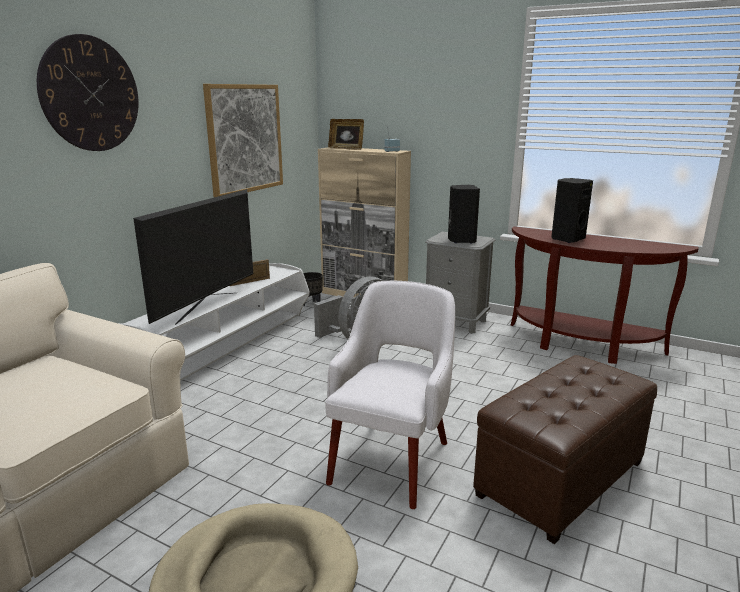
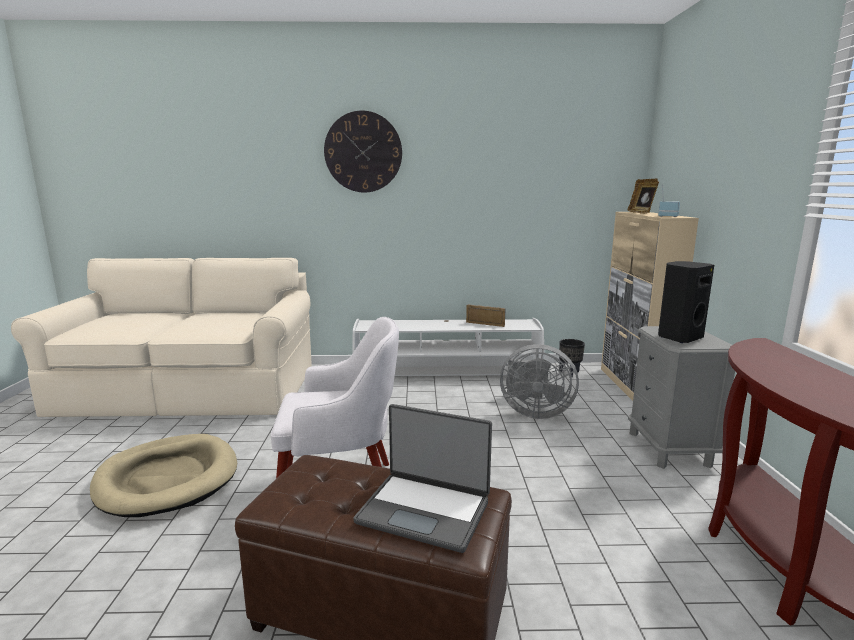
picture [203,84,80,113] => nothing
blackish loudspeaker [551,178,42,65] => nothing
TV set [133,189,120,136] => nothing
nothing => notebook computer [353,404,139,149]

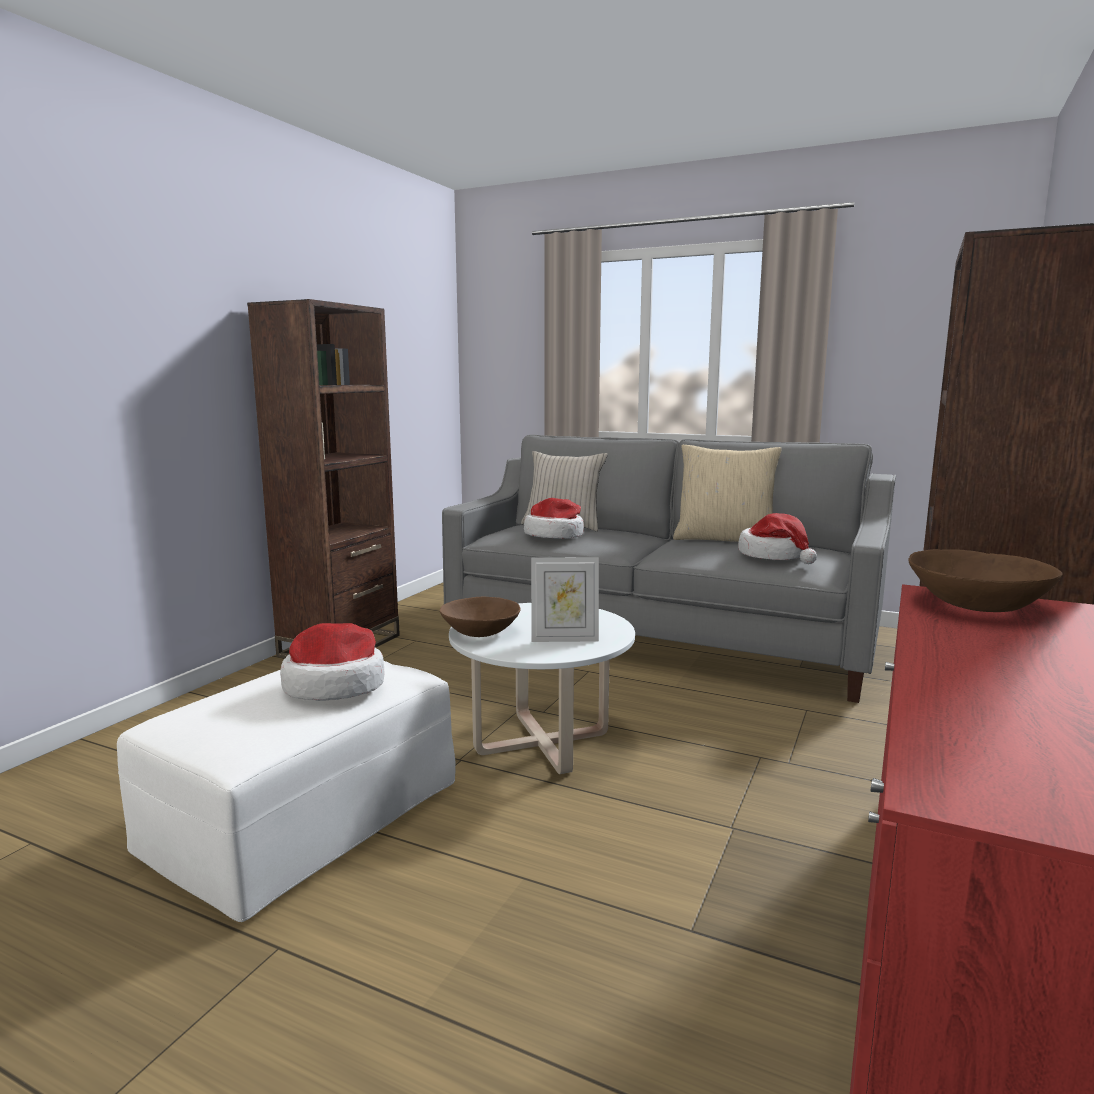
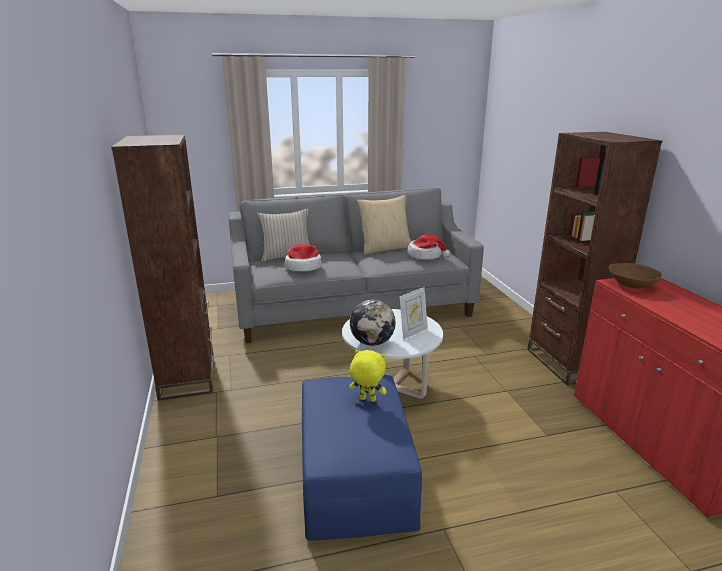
brownish serving bowl [440,597,81,40] => desk globe [350,300,45,46]
hat [280,623,104,78] => yellow cuddly toy [349,350,38,52]
white pouffe [117,660,338,262] => blue pouffe [302,375,120,166]

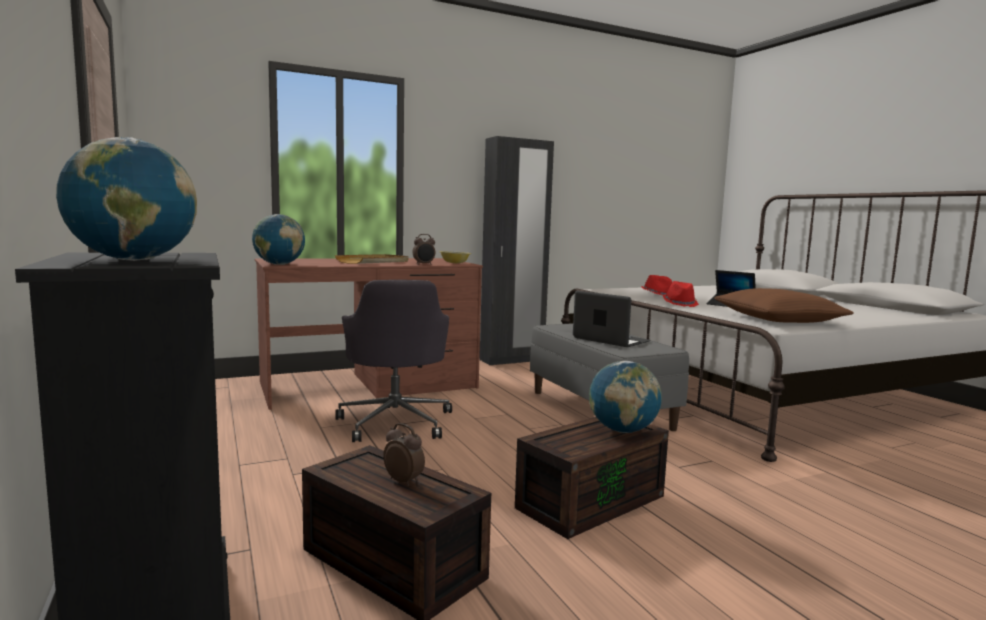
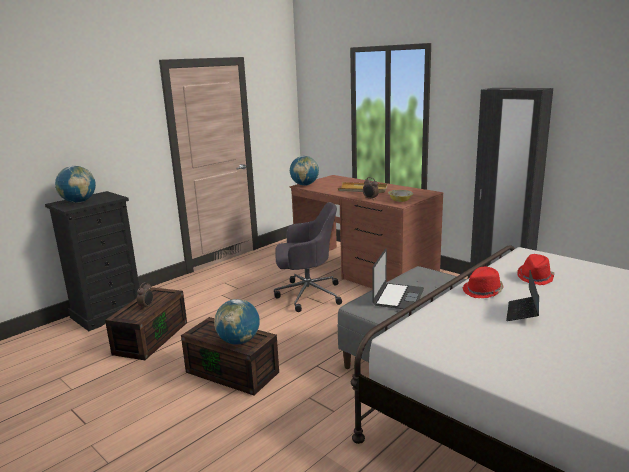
grey office chair [336,280,116,162] => grey office chair [274,202,68,110], 150 degrees counterclockwise
brownish throw pillow [714,288,140,35] => nothing

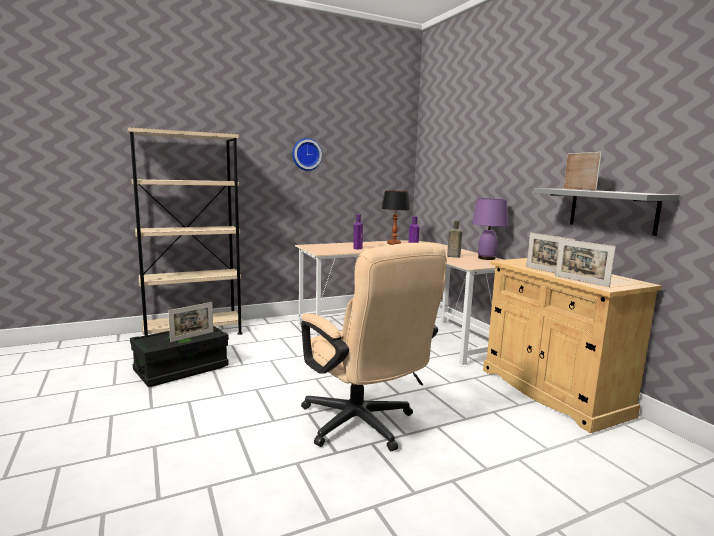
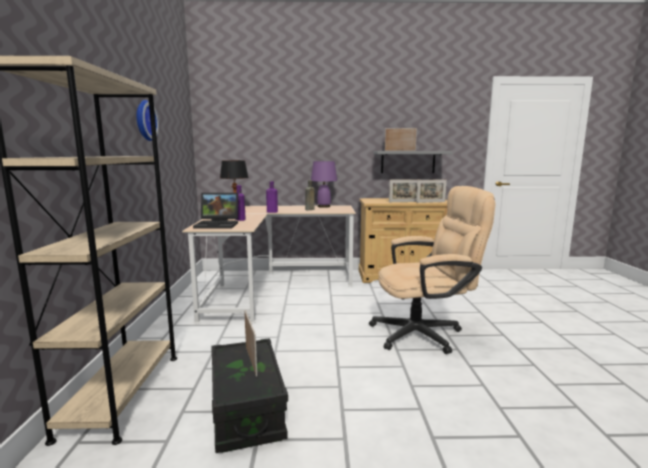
nothing => notebook computer [193,193,45,35]

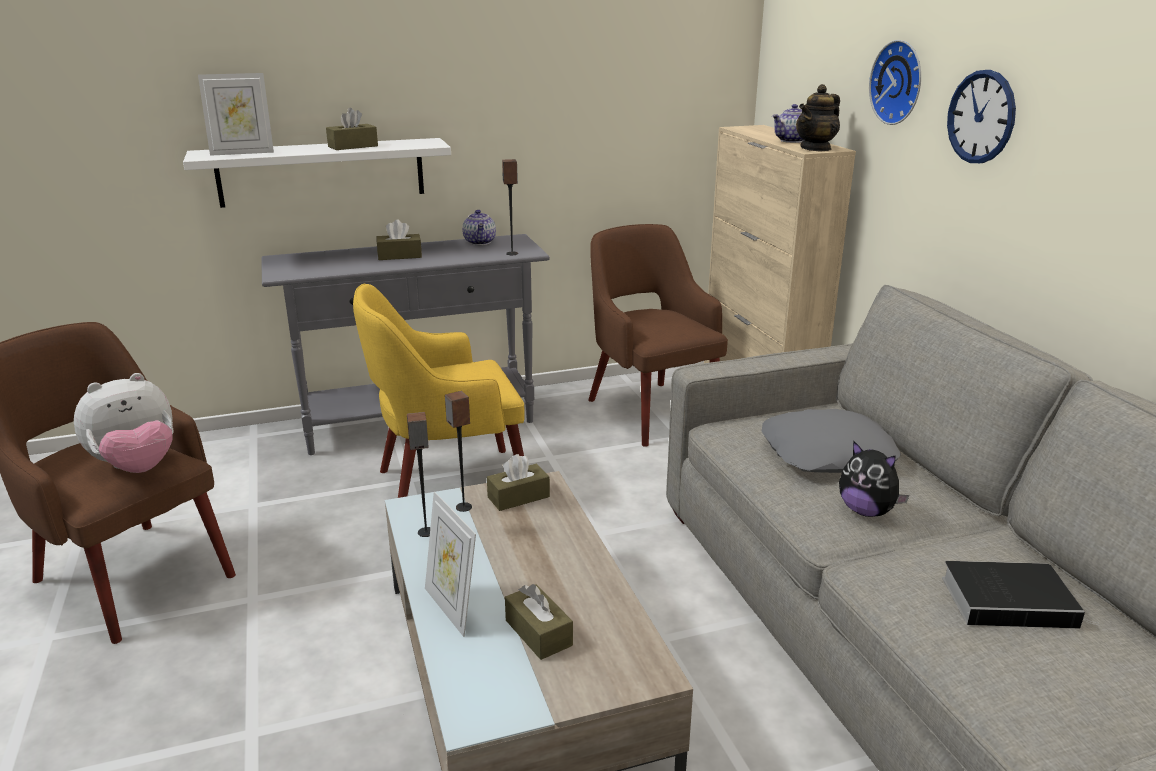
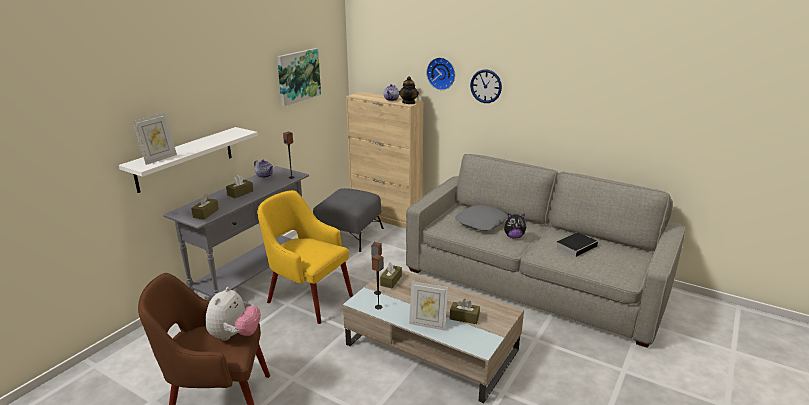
brownish box of tissues [326,108,52,42] => brownish box of tissues [191,194,28,25], shifted
brownish lounge chair [588,224,140,223] => grey pouffe [313,188,71,64]
yellow lounge chair [353,284,172,214] => yellow lounge chair [257,190,96,134], 90 degrees clockwise
nothing => picture [277,48,44,58]

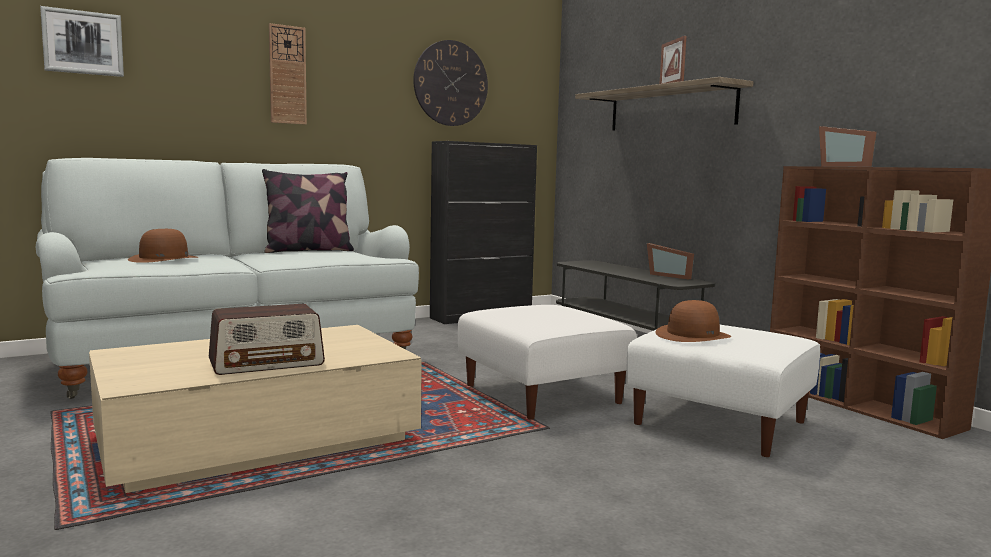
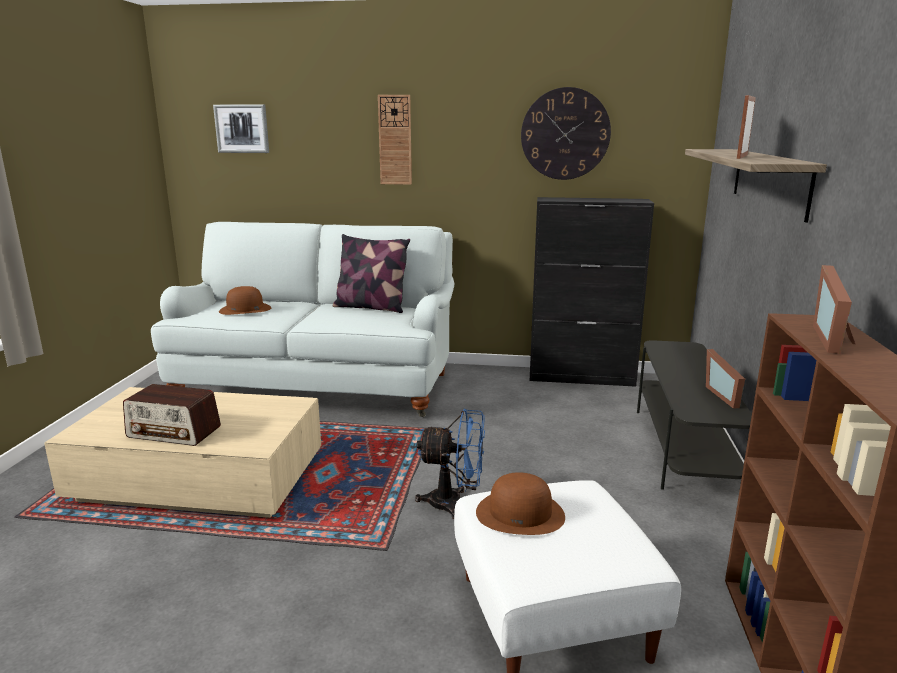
white pouffe [458,305,179,115] => blue electric fan [415,409,70,110]

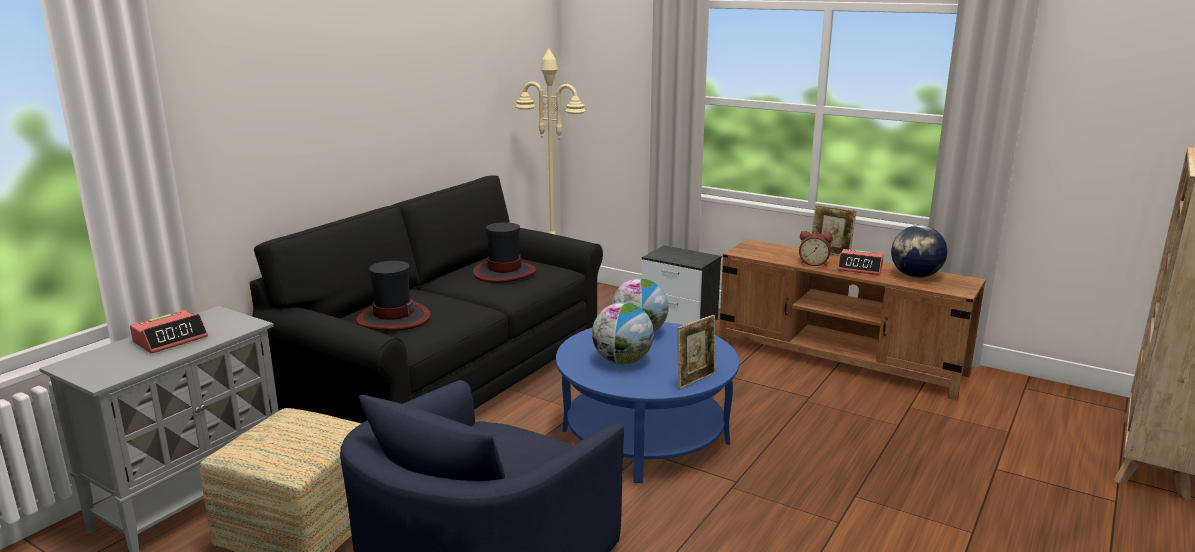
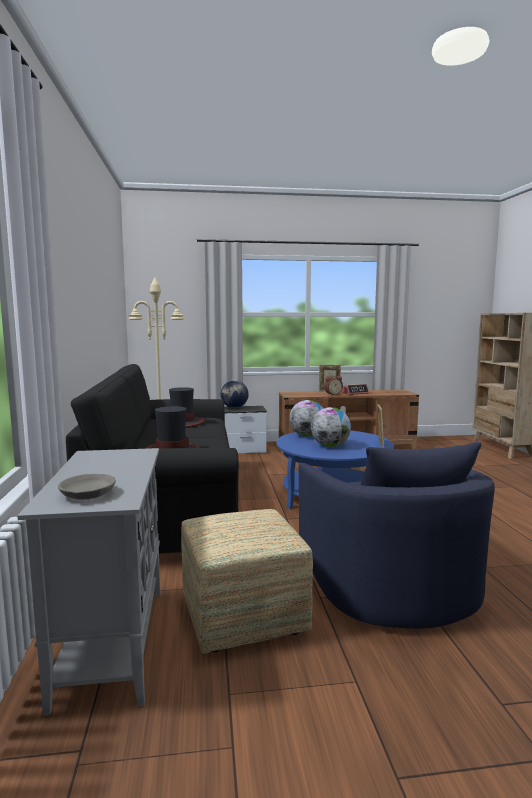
desk globe [891,225,56,53] => desk globe [221,380,28,28], shifted
table clock [130,310,78,44] => nothing
nothing => grey serving bowl [58,474,58,26]

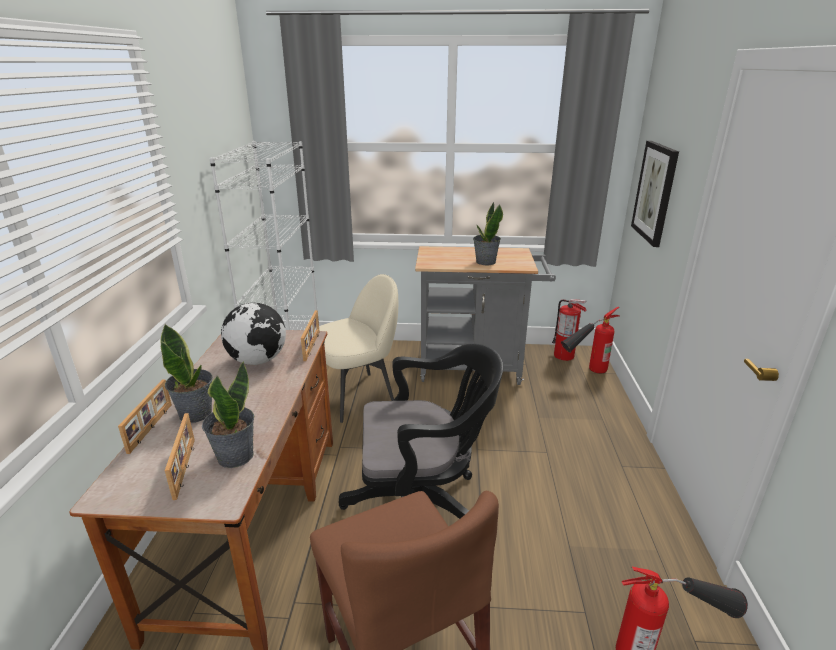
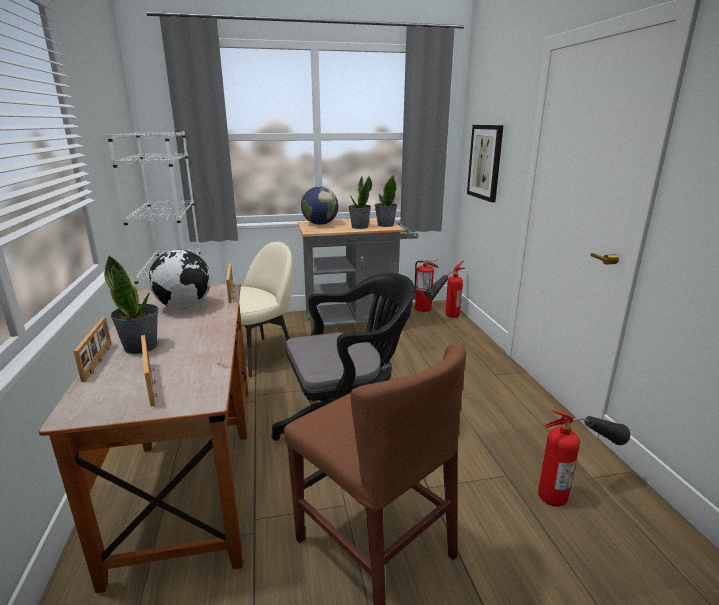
potted plant [202,361,52,107] => potted plant [375,175,22,52], shifted
nothing => desk globe [301,186,37,39]

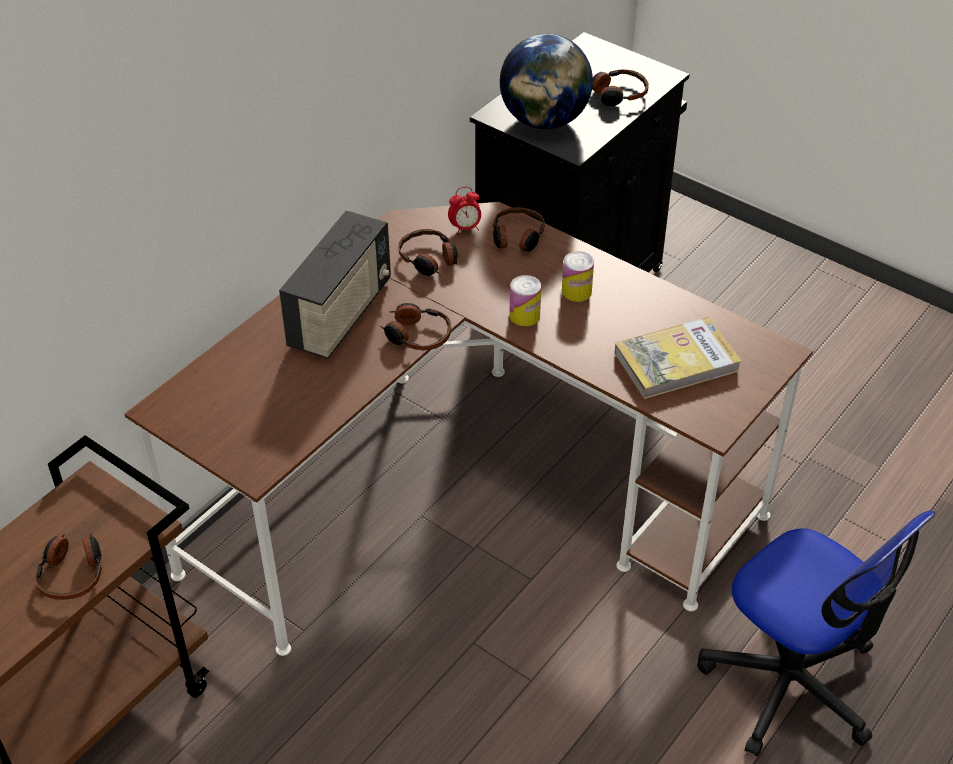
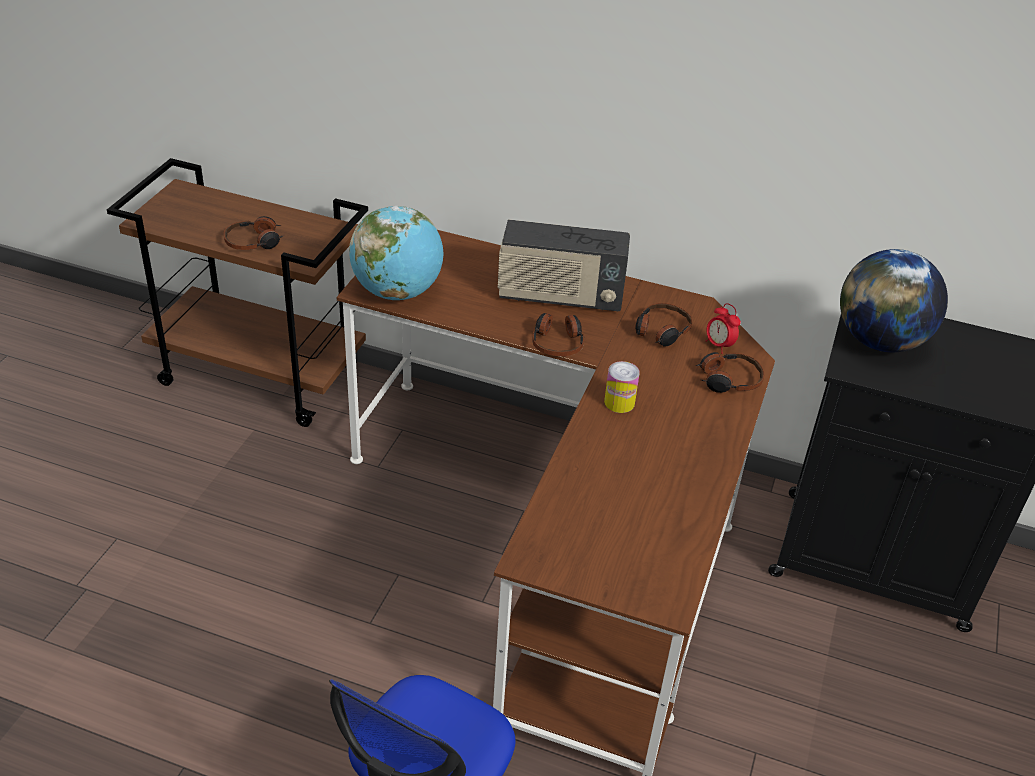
headphones [592,69,57,37] => nothing
can [562,251,32,51] => nothing
book [614,317,128,82] => nothing
nothing => desk globe [349,206,94,94]

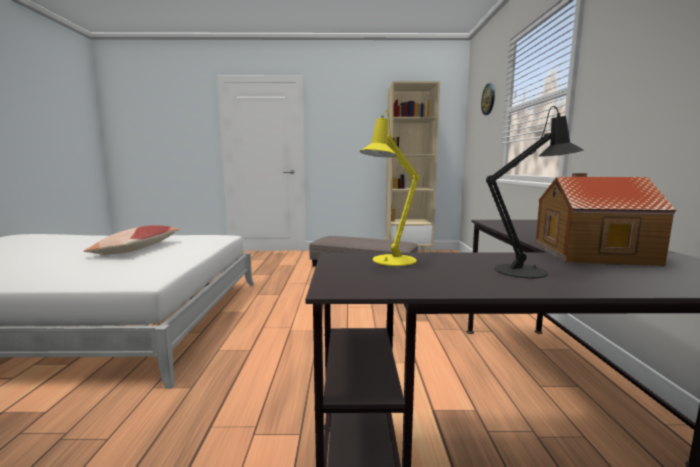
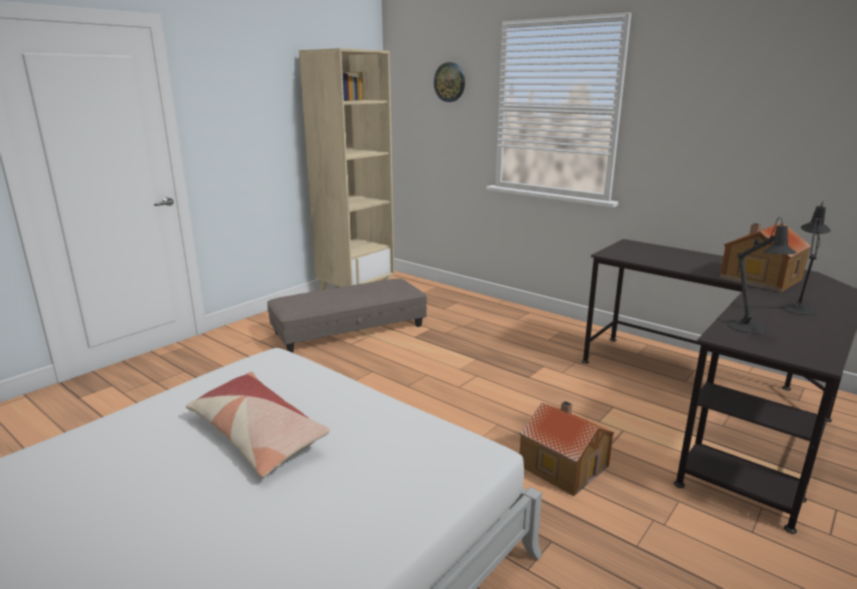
yellow tabletop lamp [360,110,60,156] => blackish tabletop lamp [727,217,70,117]
nothing => miniature house [520,401,94,95]

